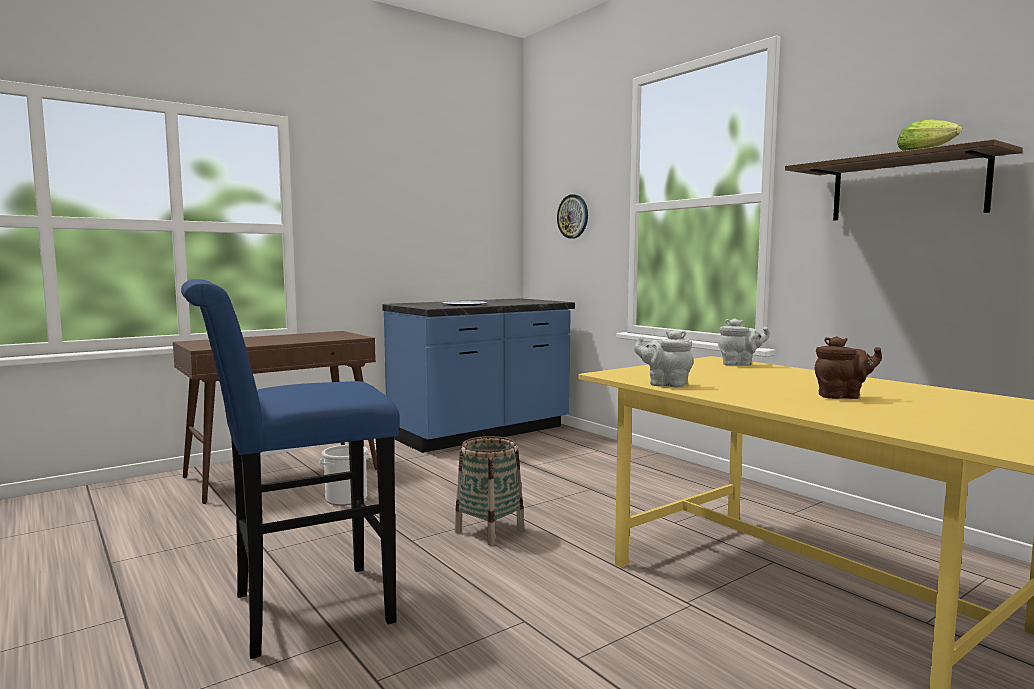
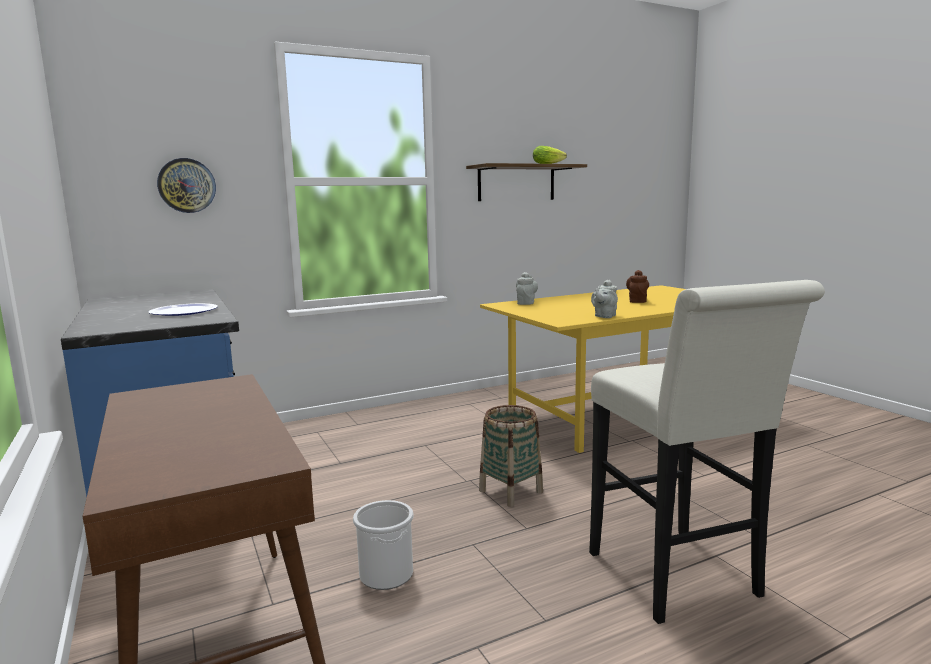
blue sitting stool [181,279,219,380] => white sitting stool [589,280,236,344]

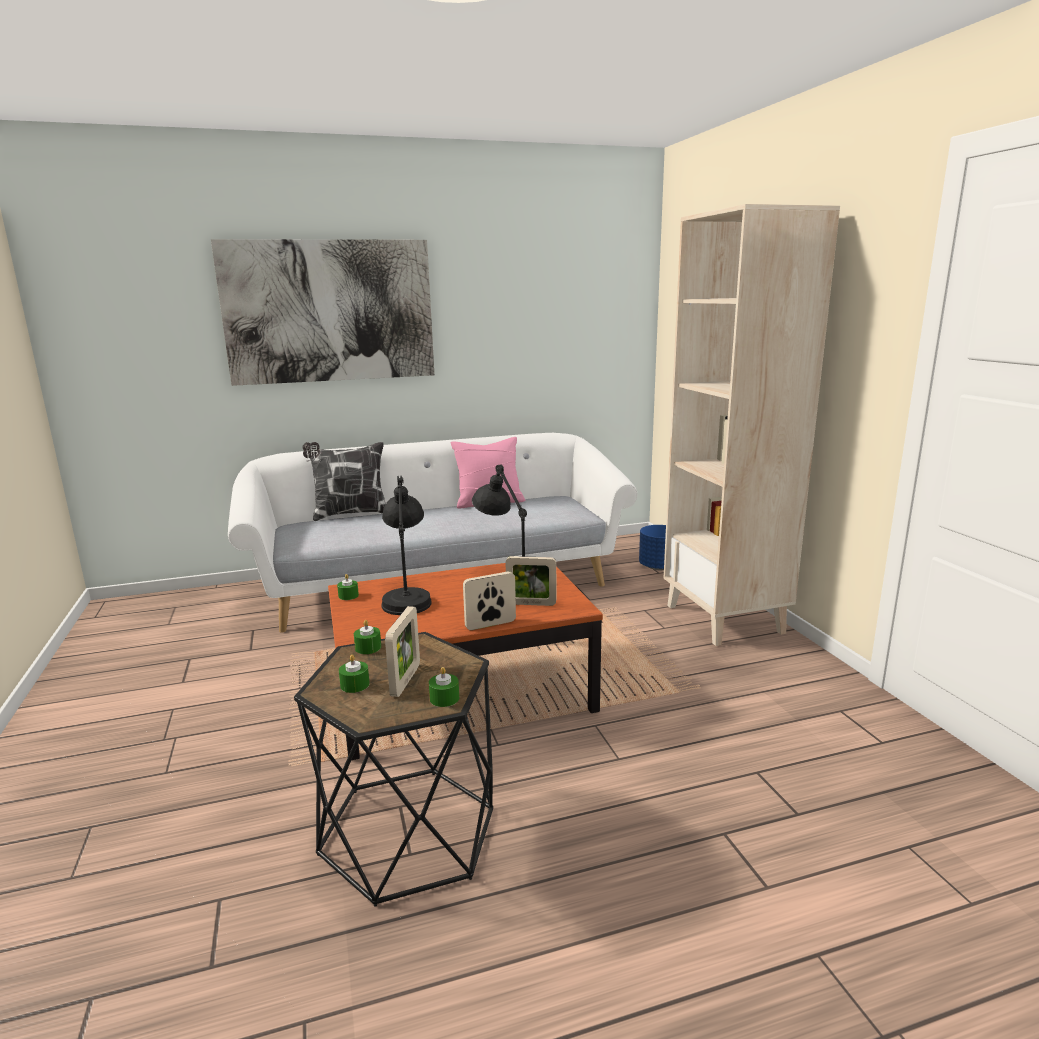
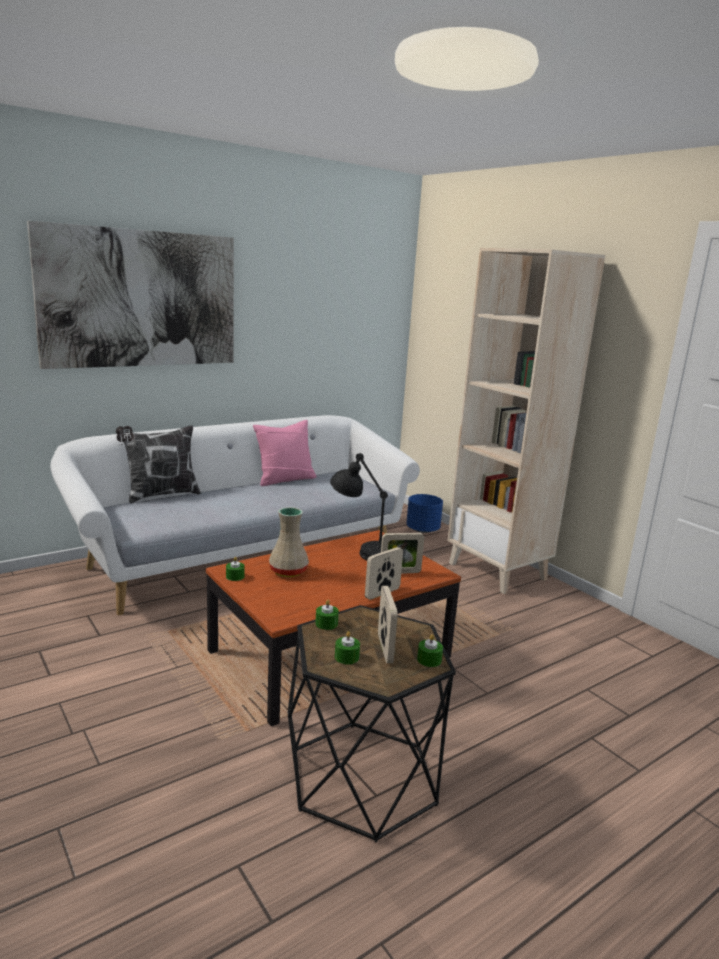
blackish tabletop lamp [382,476,50,139] => sand-coloured vase [269,507,40,70]

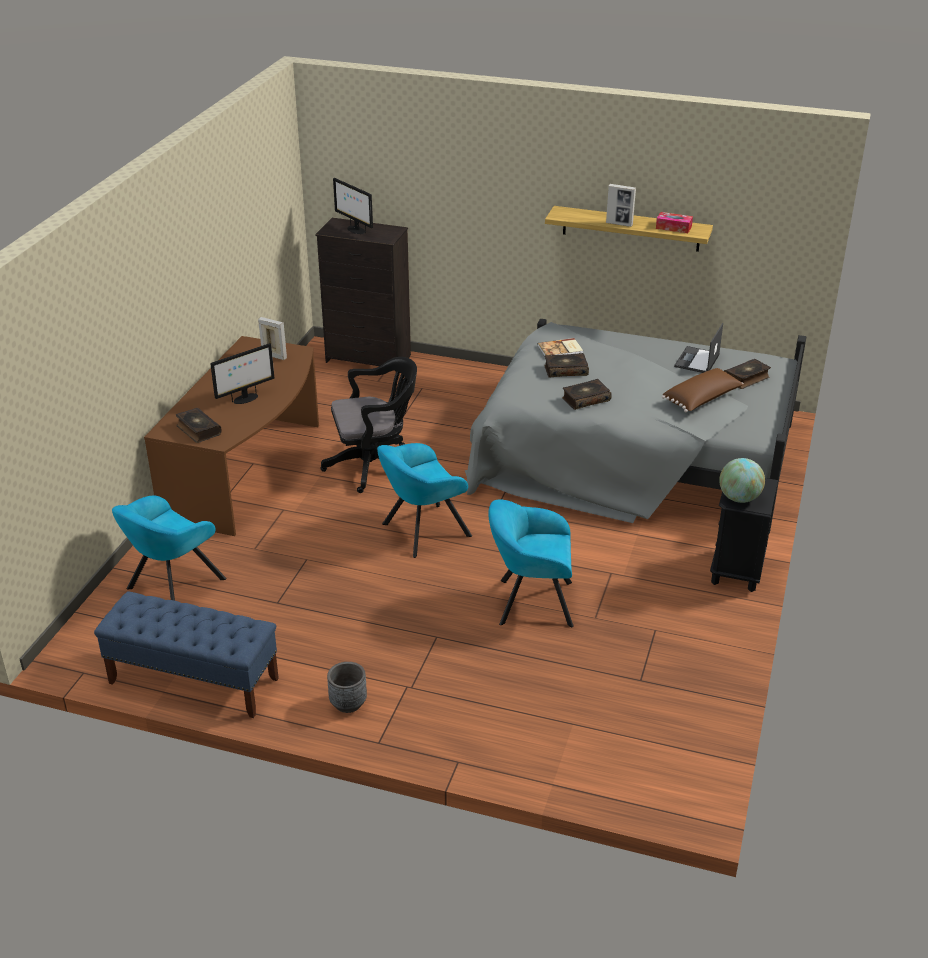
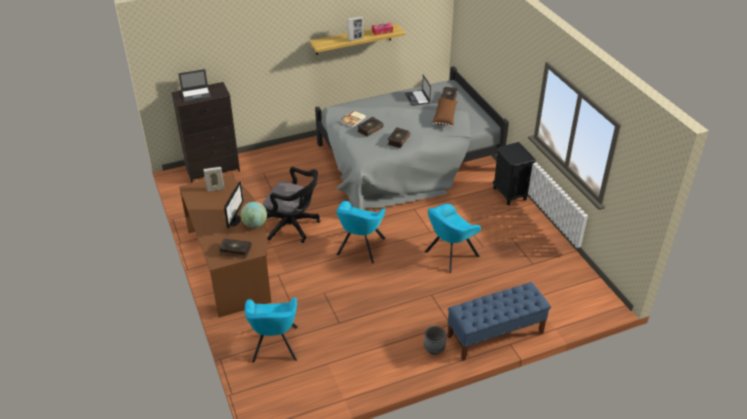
monitor [333,178,40,56] => notebook computer [178,69,33,33]
blackish office chair [321,357,96,136] => blackish office chair [263,167,57,76], 75 degrees clockwise
desk globe [719,458,46,45] => desk globe [241,202,26,26], shifted
blue bench [94,591,185,127] => blue bench [447,282,104,79], shifted

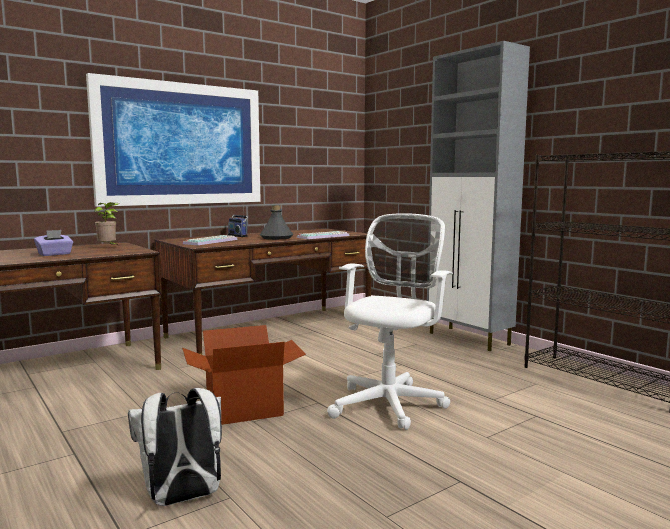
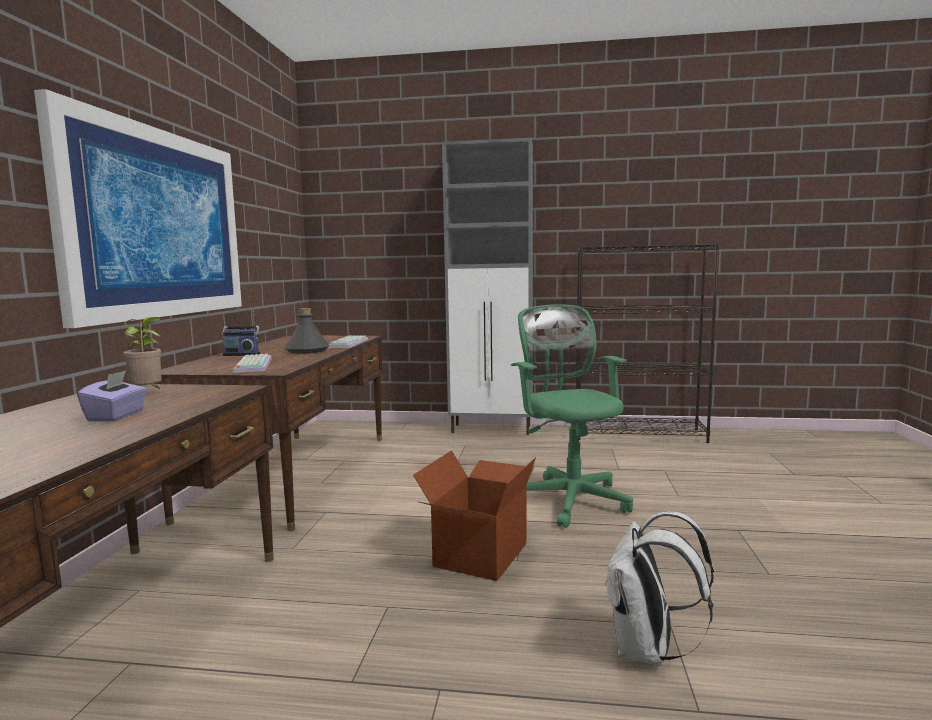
white office chair [327,213,126,217] => greenish office chair [511,304,122,224]

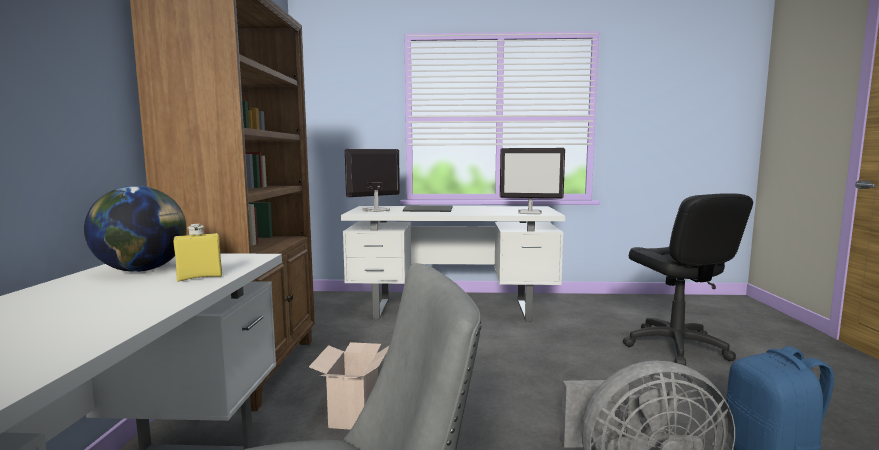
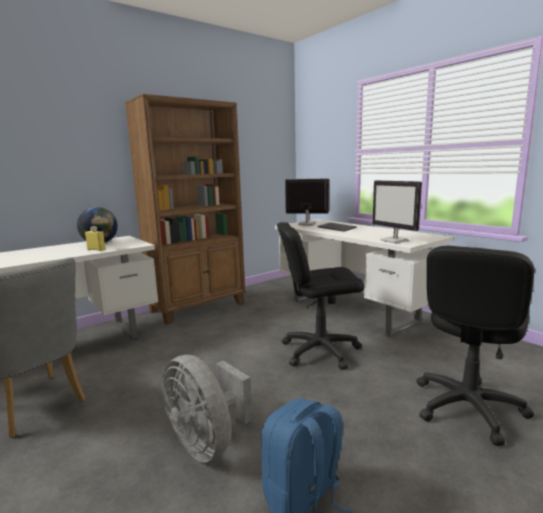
packing box [309,342,80,88] => nothing
nothing => blackish office chair [277,222,87,148]

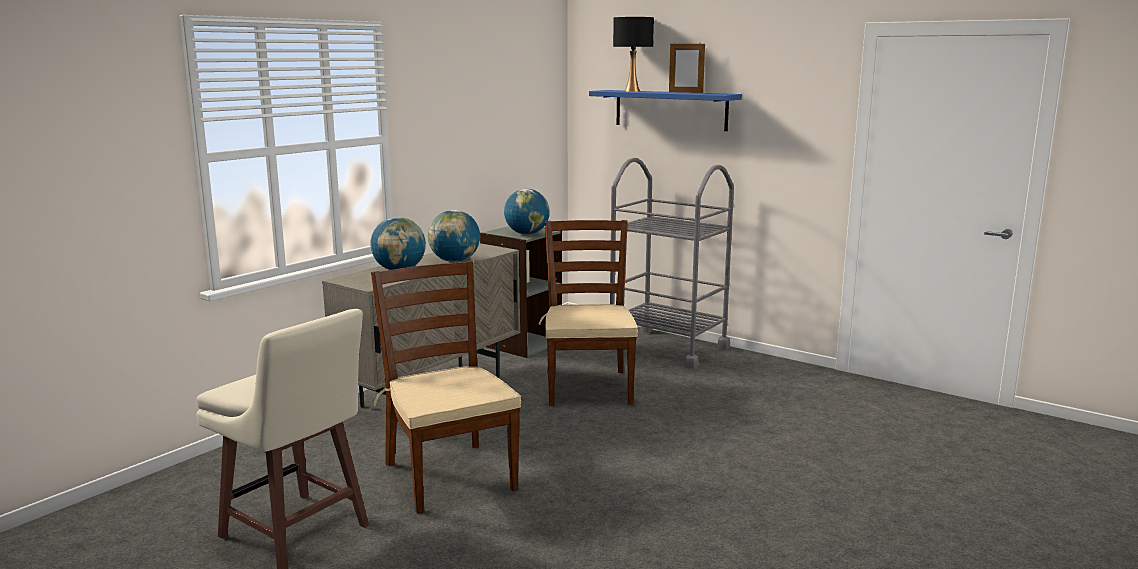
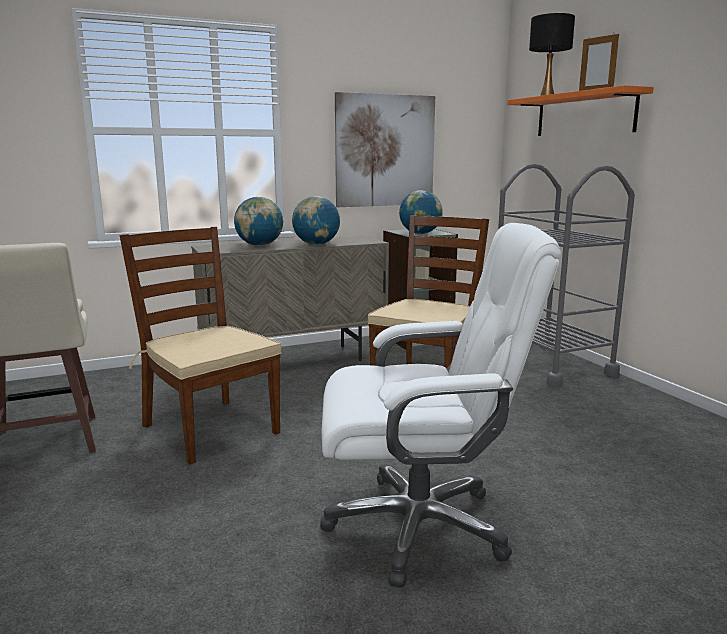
blue bracket shelf [589,90,153,41] => orange bracket shelf [507,85,147,51]
brownish upright chair [371,261,150,253] => brownish upright chair [120,227,161,237], 45 degrees counterclockwise
nothing => picture [335,92,100,115]
nothing => white office chair [320,223,241,365]

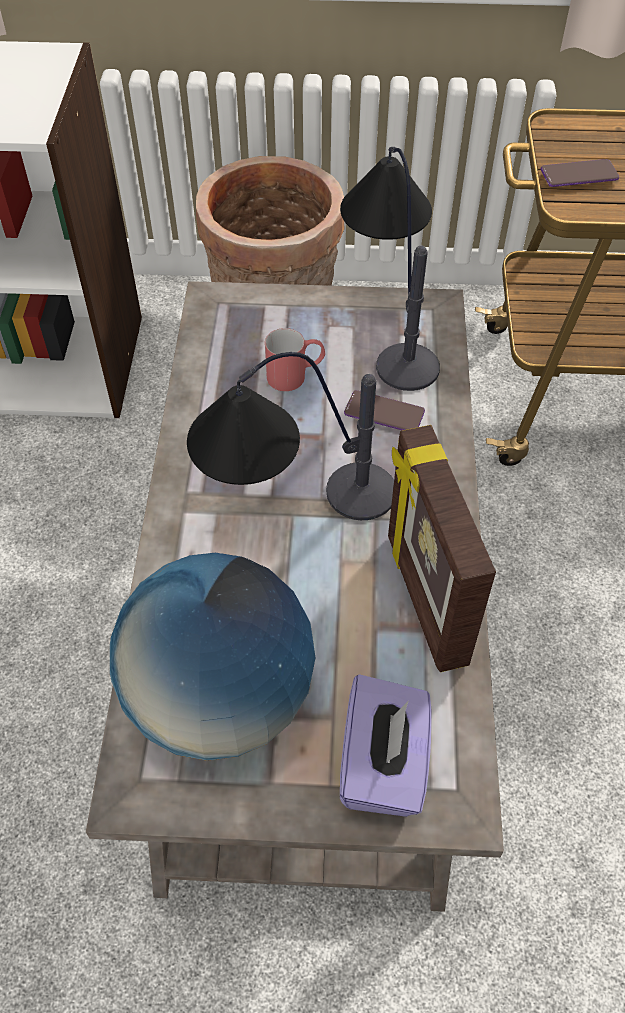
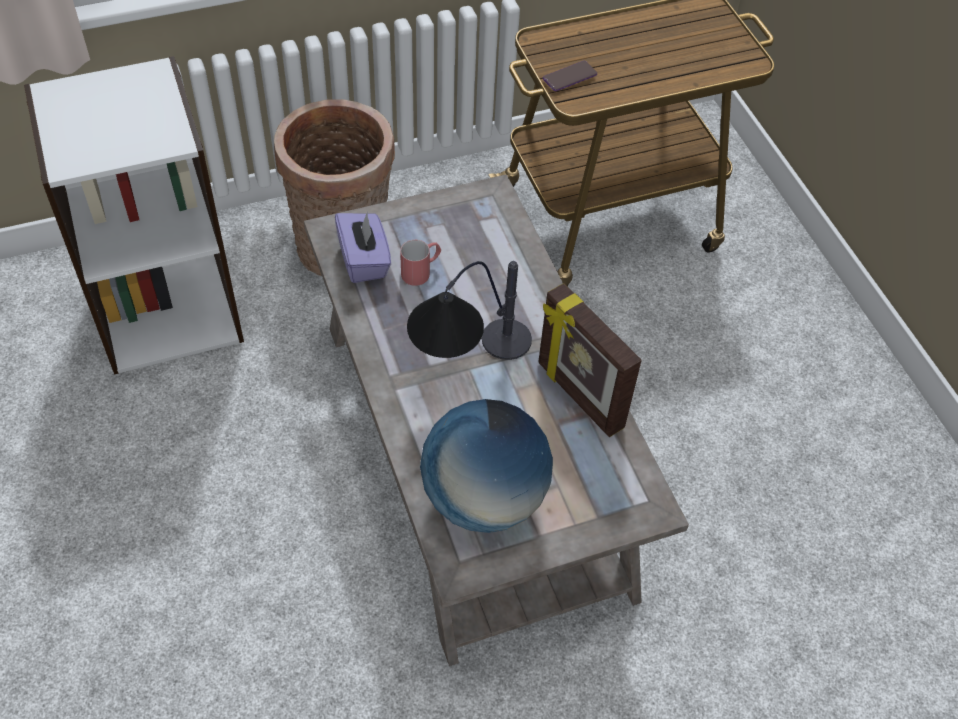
tabletop lamp [340,147,100,244] => nothing
handset [344,390,81,40] => nothing
purple-coloured box of tissues [340,674,92,143] => purple-coloured box of tissues [335,211,56,72], shifted

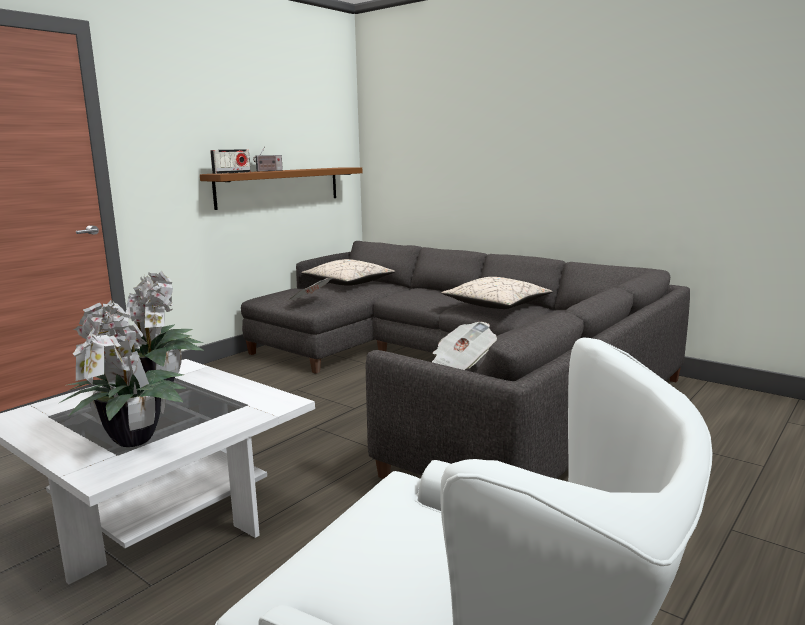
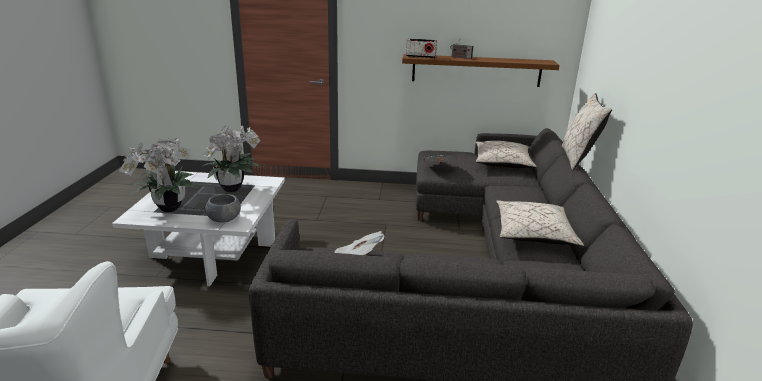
nothing => sand-coloured throw pillow [562,93,50,77]
nothing => grey serving bowl [205,194,36,29]

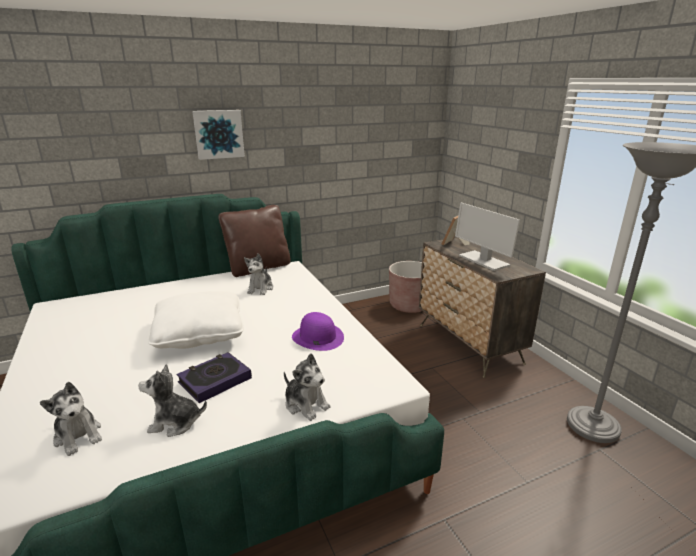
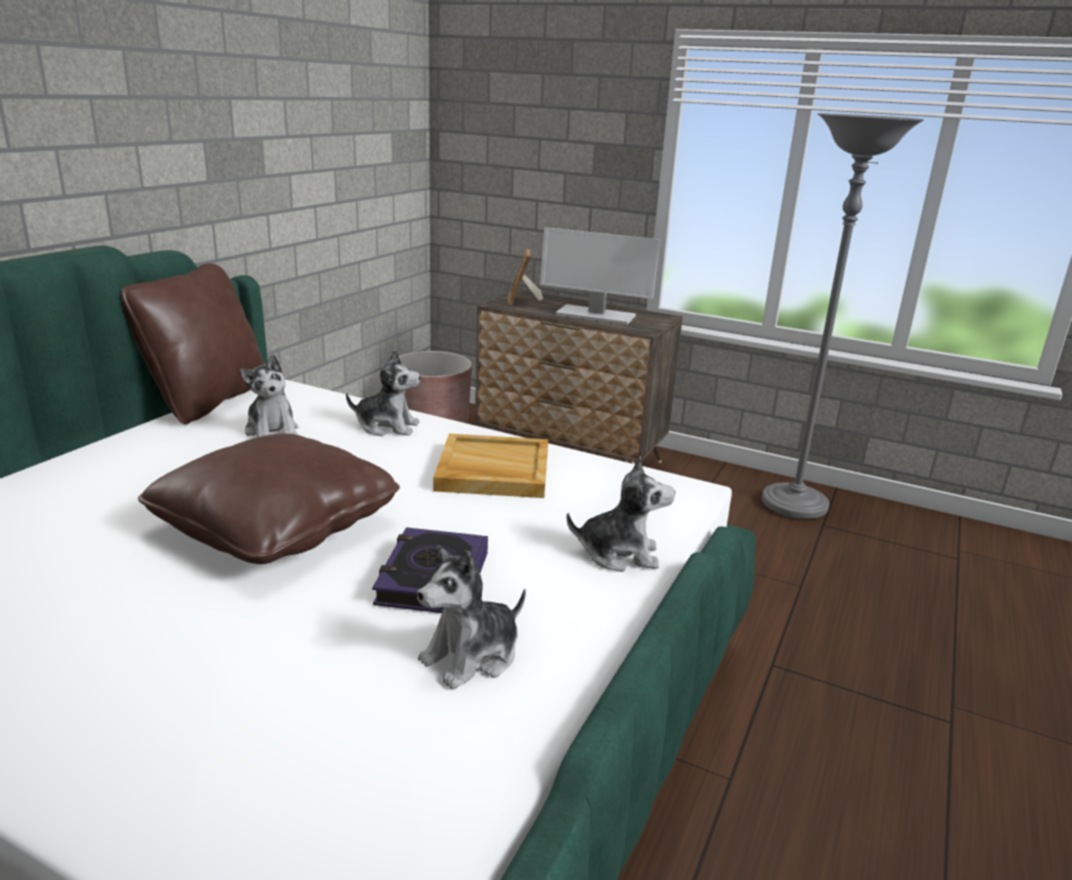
picture [192,110,53,50] => nothing
white throw pillow [148,291,96,58] => brownish throw pillow [138,434,262,130]
purple-coloured hat [292,312,52,39] => sand-coloured tray [433,434,115,64]
cuddly toy [40,382,62,74] => cuddly toy [346,350,75,86], shifted

